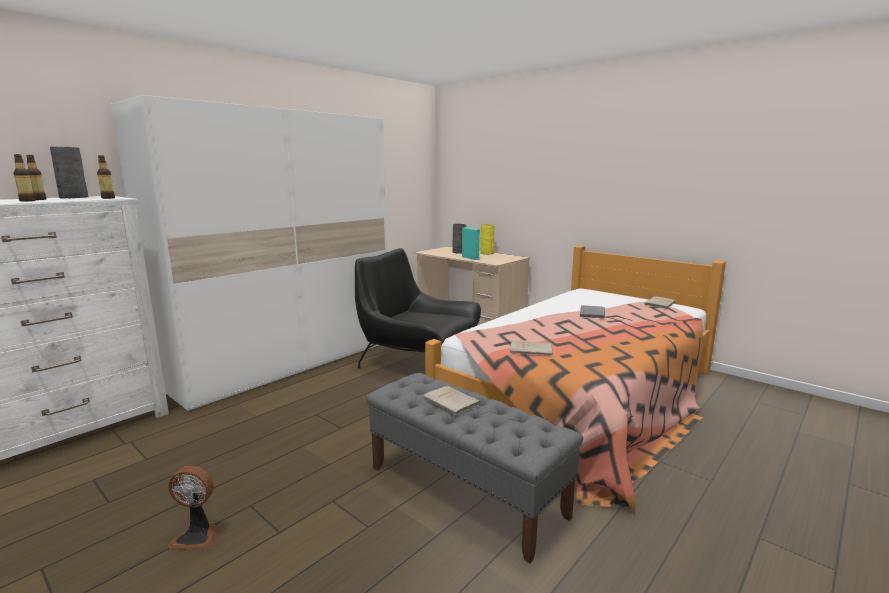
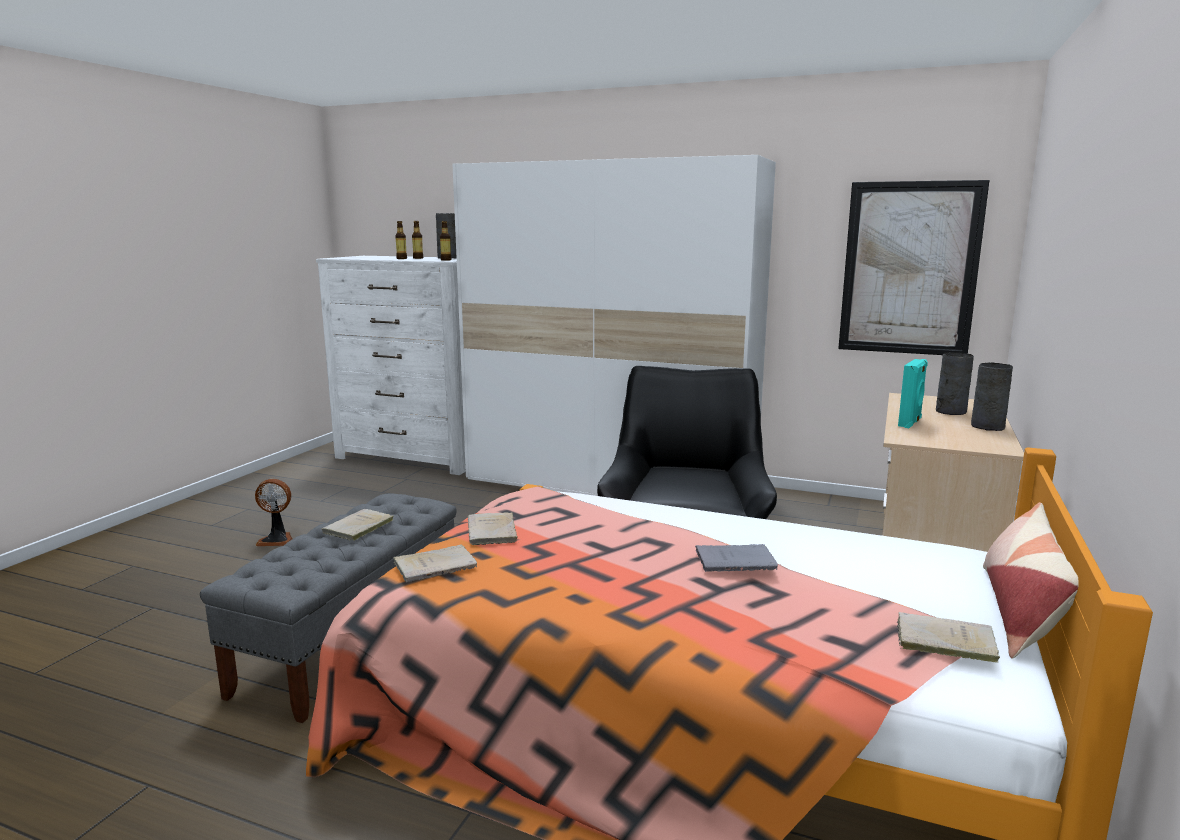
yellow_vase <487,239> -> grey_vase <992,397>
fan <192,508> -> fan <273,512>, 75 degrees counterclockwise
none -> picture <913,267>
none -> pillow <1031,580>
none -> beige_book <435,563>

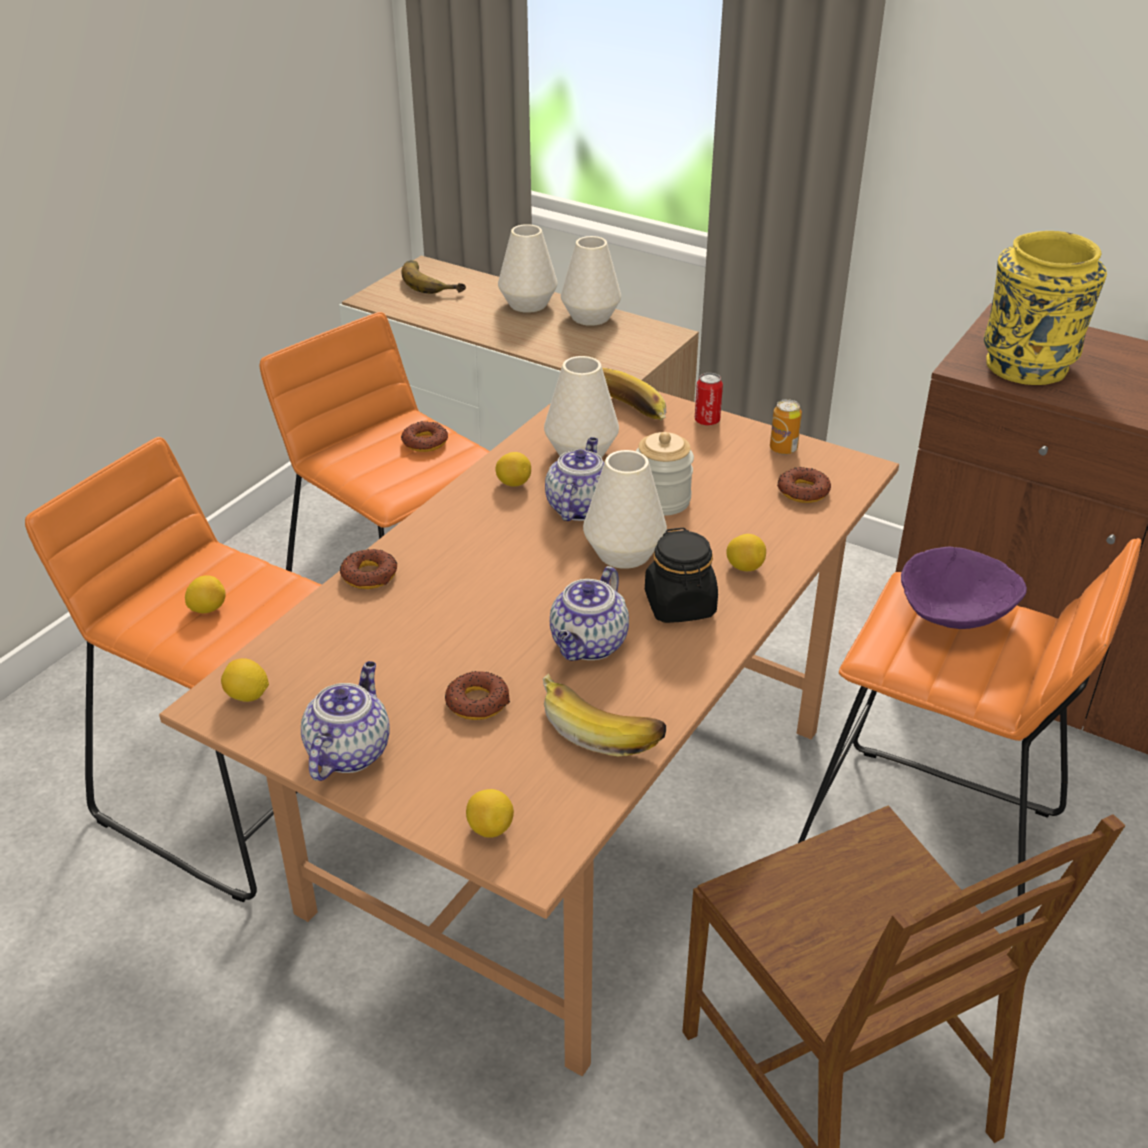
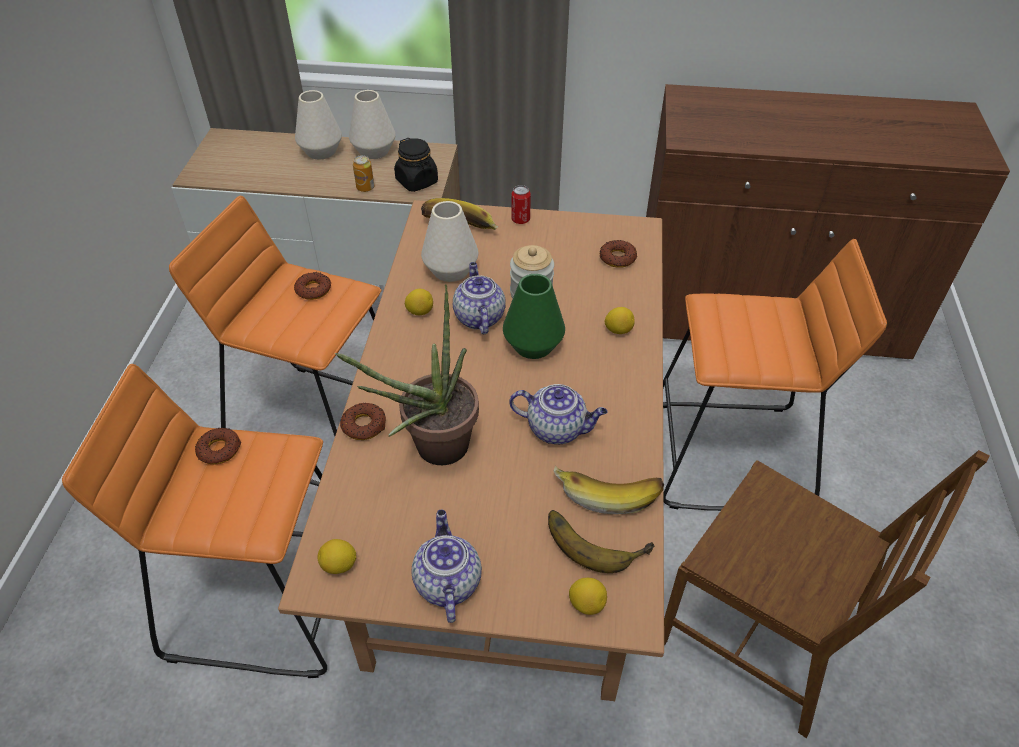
yellow_vase <1045,308> -> none
banana <434,277> -> banana <601,541>, shifted
can <786,427> -> can <363,173>, shifted
white_vase <625,509> -> green_vase <534,316>
black_jar <681,575> -> black_jar <416,165>, shifted
purple_bowl <964,588> -> none
teapot <589,613> -> teapot <558,414>, 75 degrees counterclockwise
lemon <205,594> -> none
donut <477,695> -> donut <218,446>, shifted
none -> potted_plant <407,374>

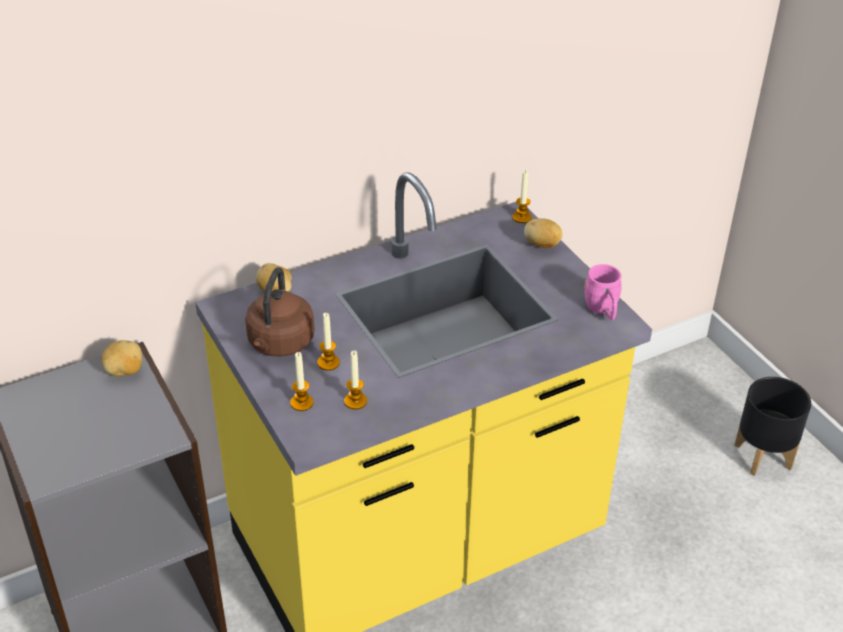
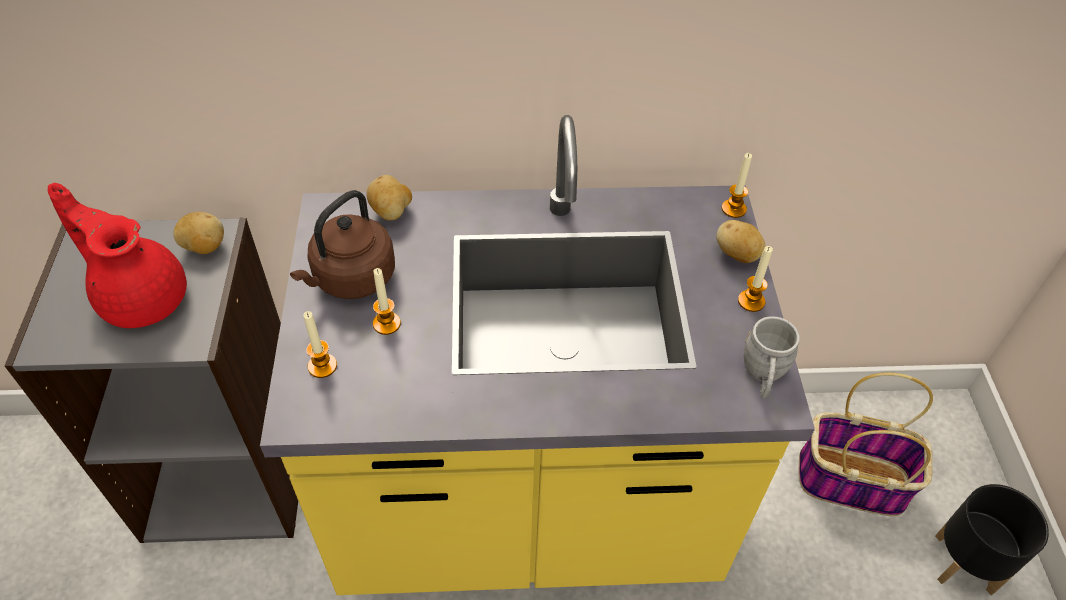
pink_mug <603,292> -> grey_mug <772,357>
candle <355,379> -> candle <755,279>, shifted
none -> red_teapot <117,255>
none -> basket <866,444>

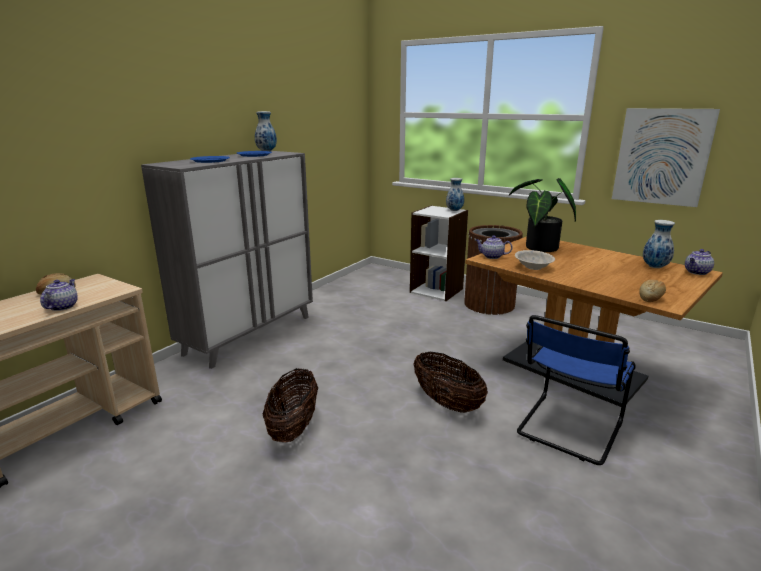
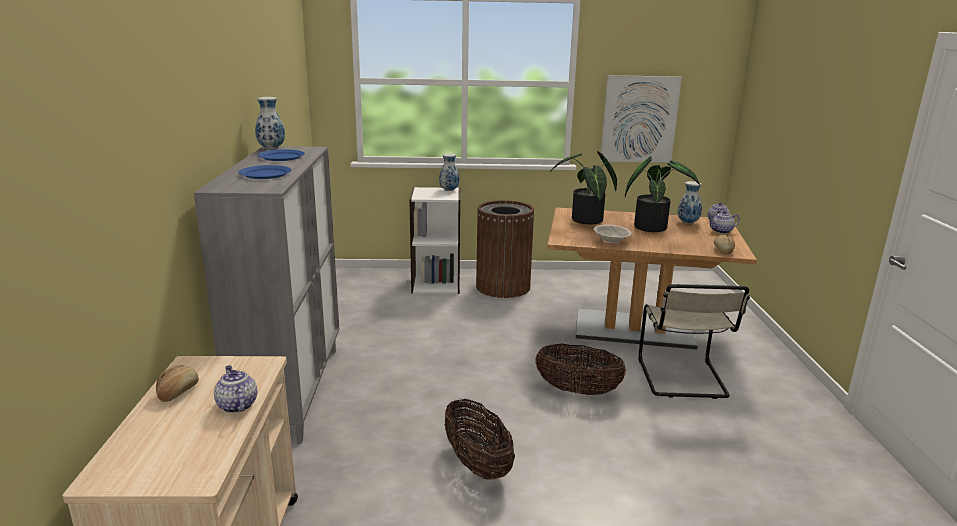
teapot <494,247> -> teapot <724,222>, shifted
blue_chair <576,390> -> beige_chair <694,341>
none -> potted_plant <662,194>

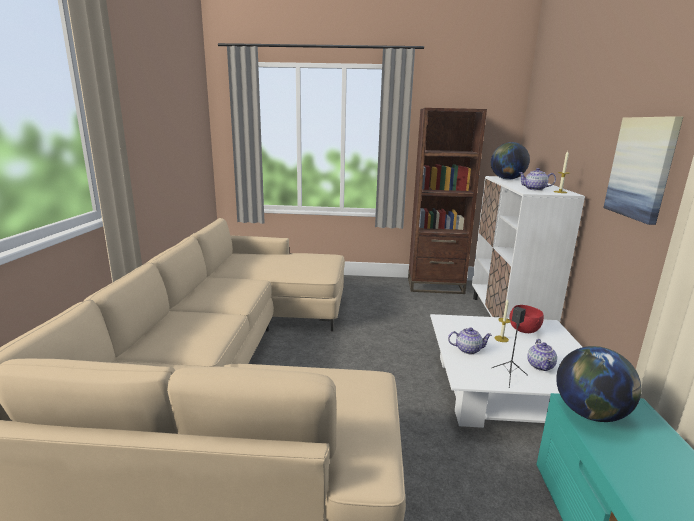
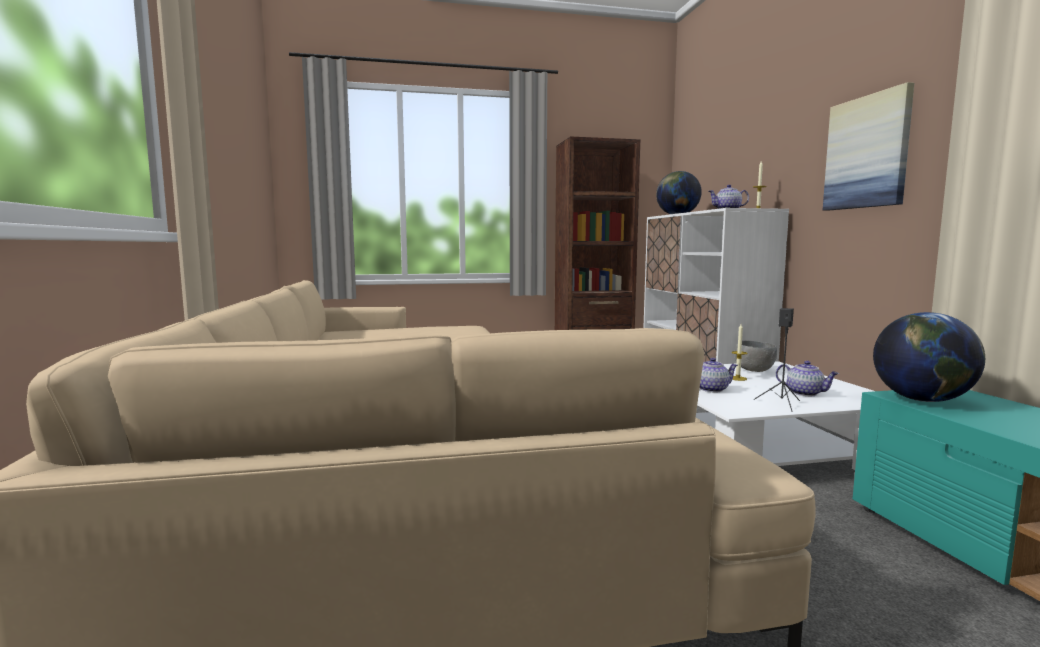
red_bowl <526,319> -> grey_bowl <755,356>
teapot <542,355> -> teapot <807,378>, 45 degrees counterclockwise

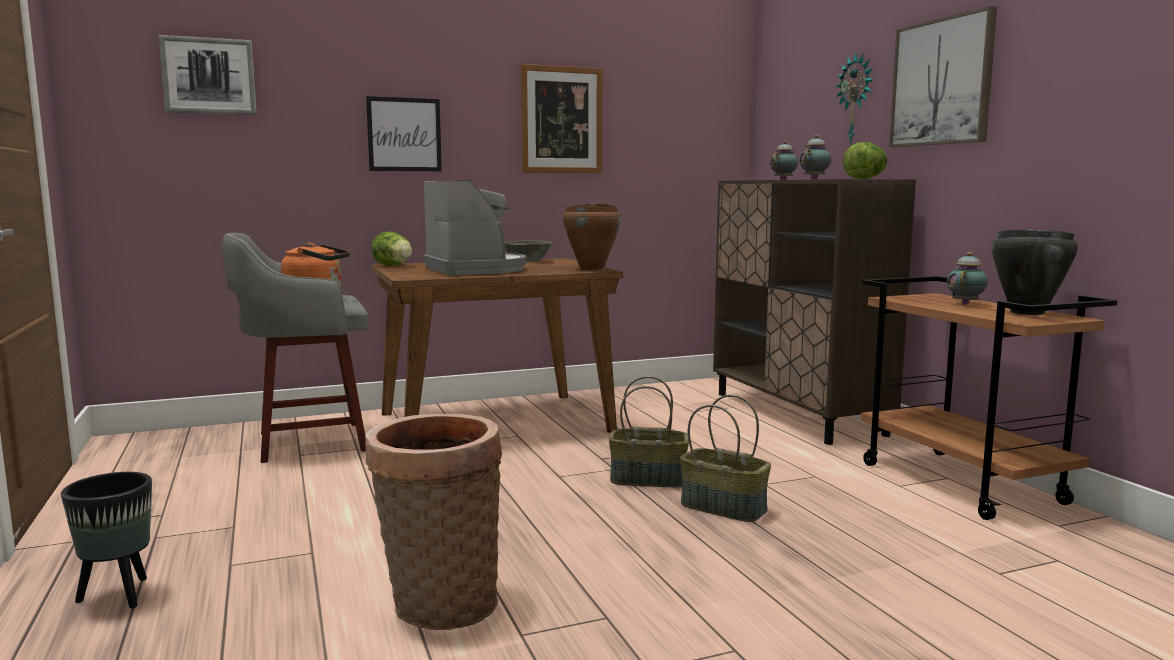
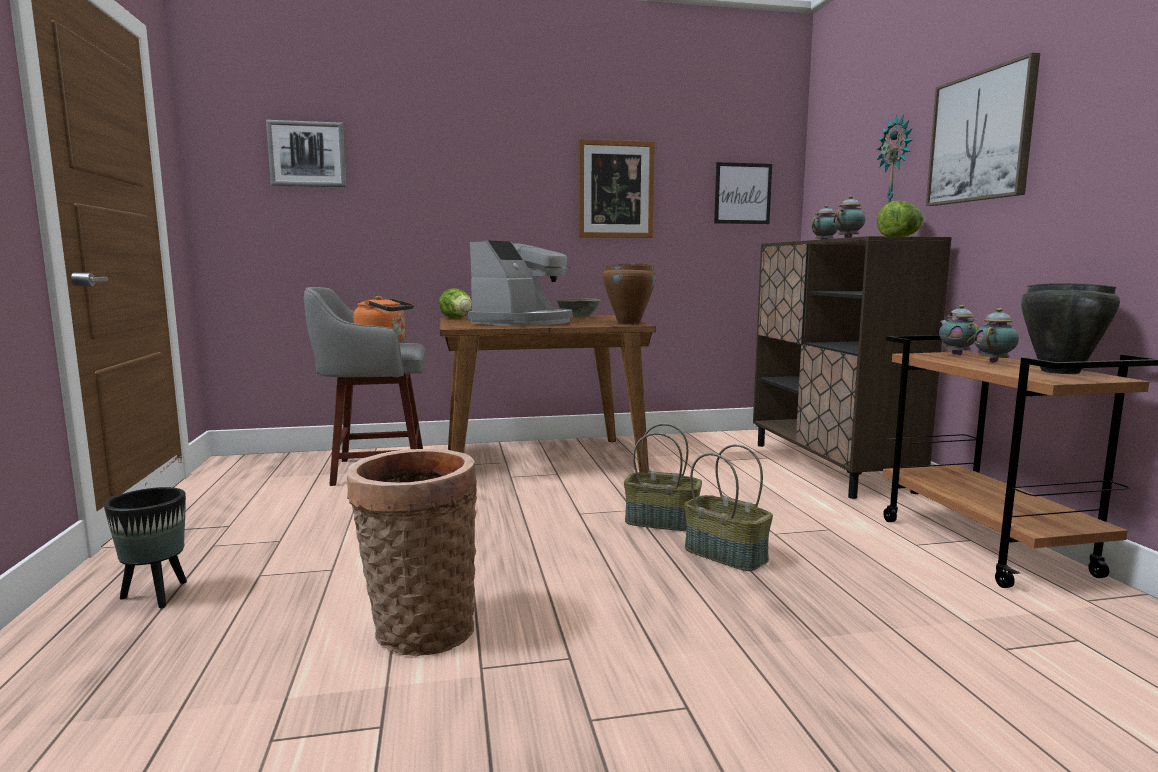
picture <404,133> -> picture <743,193>, shifted
coffee_machine <474,227> -> coffee_machine <520,283>, 45 degrees clockwise
none -> teapot <959,330>

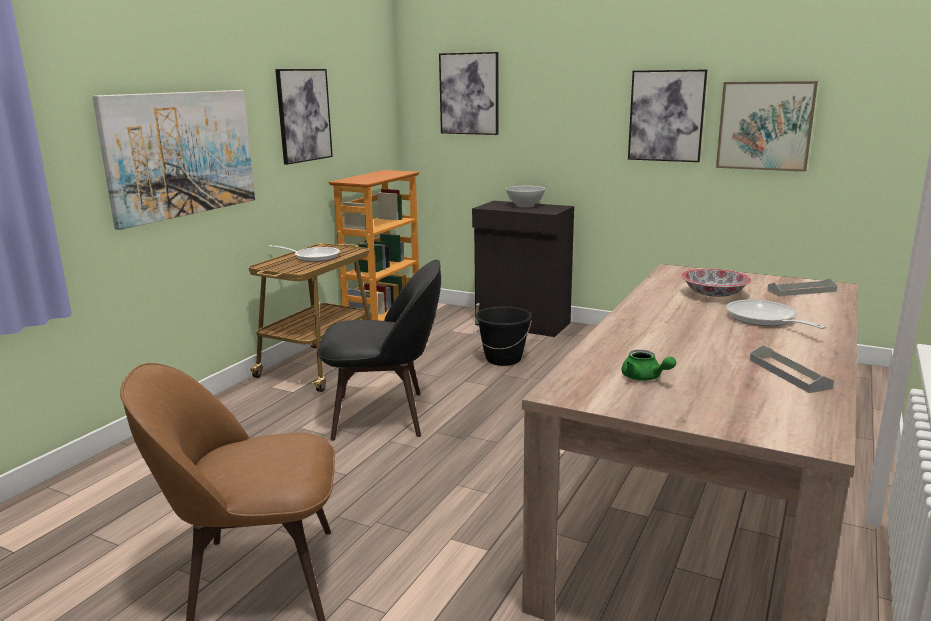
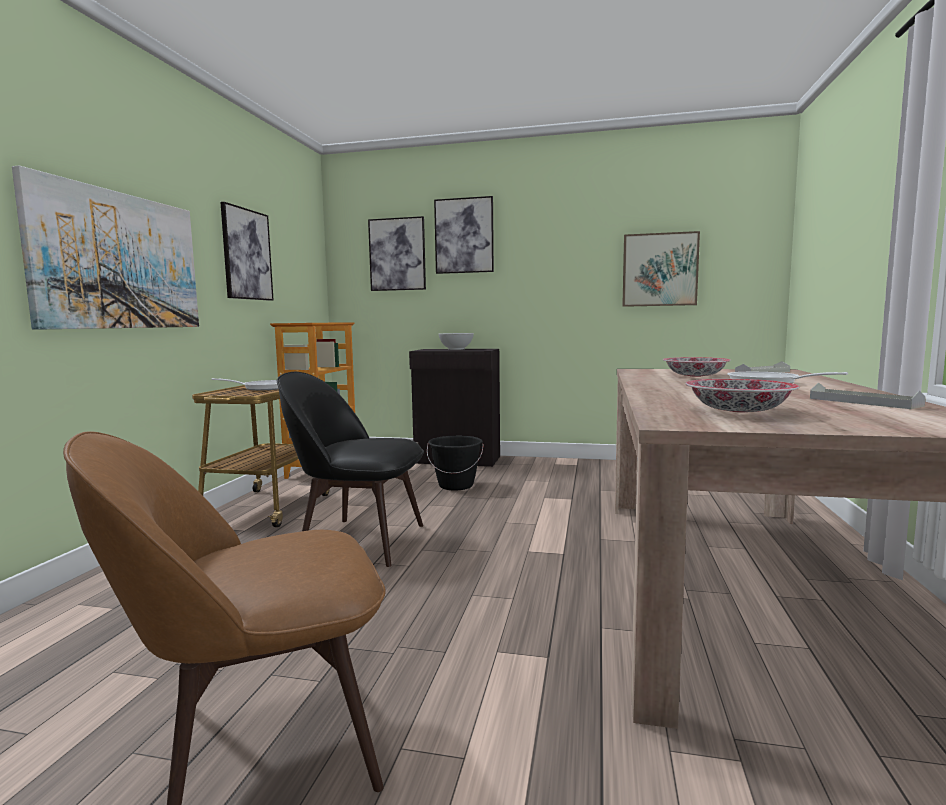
picture <668,115> -> picture <464,235>, shifted
black_chair <379,350> -> black_chair <350,469>, 150 degrees counterclockwise
green_teapot <648,365> -> bowl <742,396>

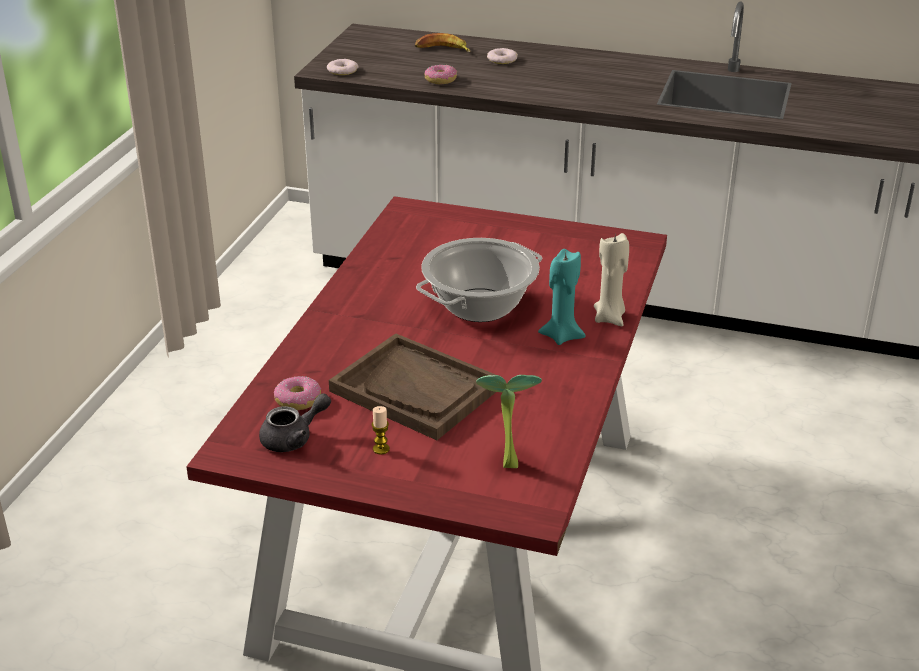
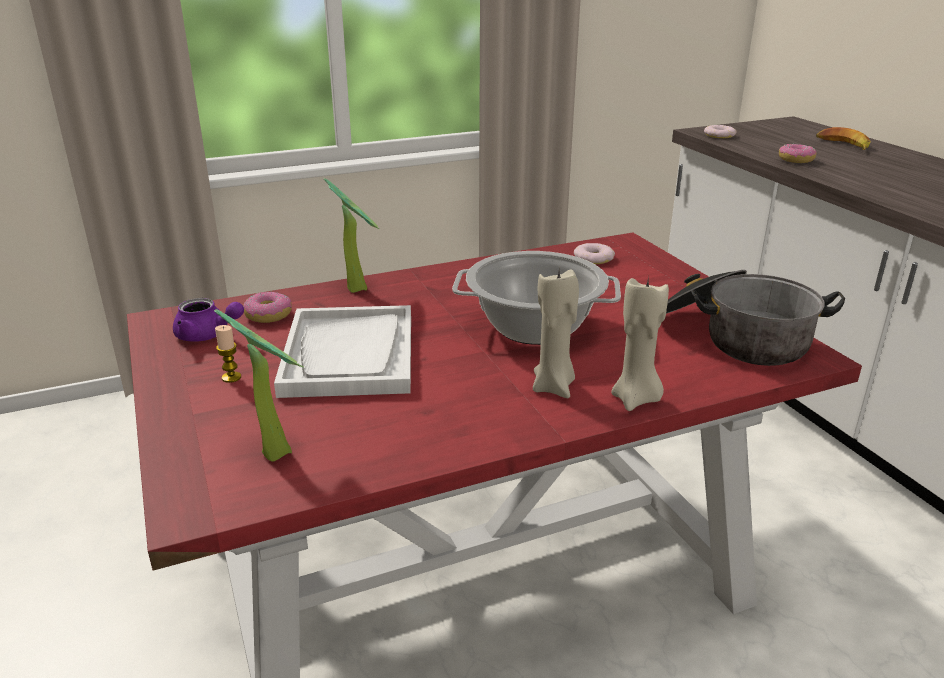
donut <502,56> -> donut <594,253>, shifted
turquoise_candle <562,297> -> beige_candle <556,333>
brown_tray <412,386> -> white_tray <342,351>
grey_teapot <295,422> -> purple_teapot <208,320>
none -> potted_plant <351,235>
none -> cooking_pot <755,318>

